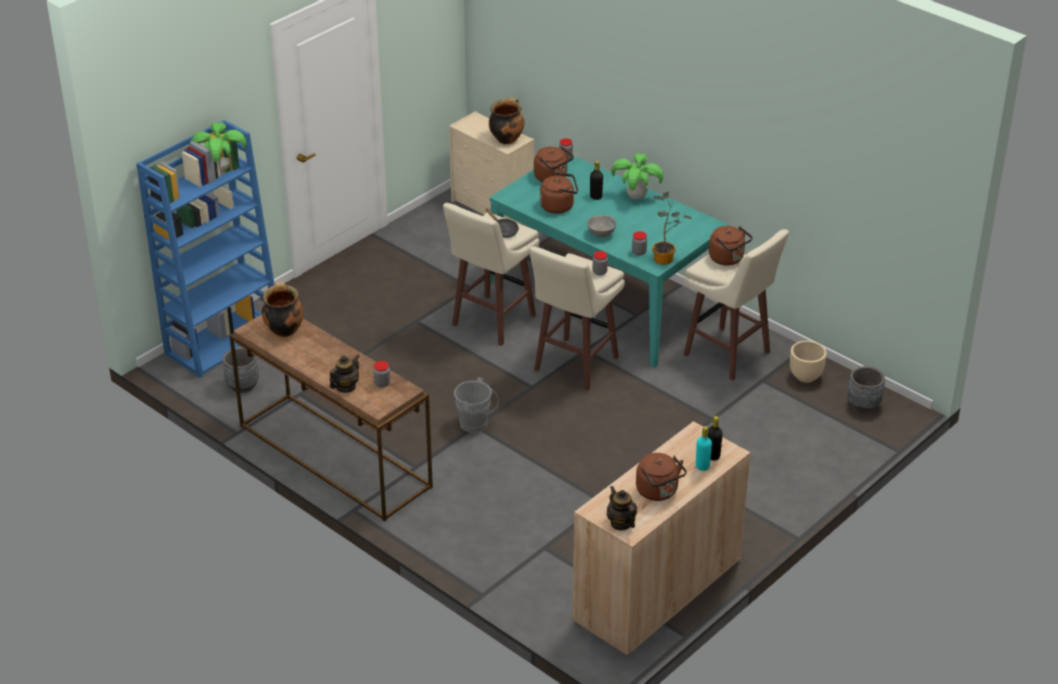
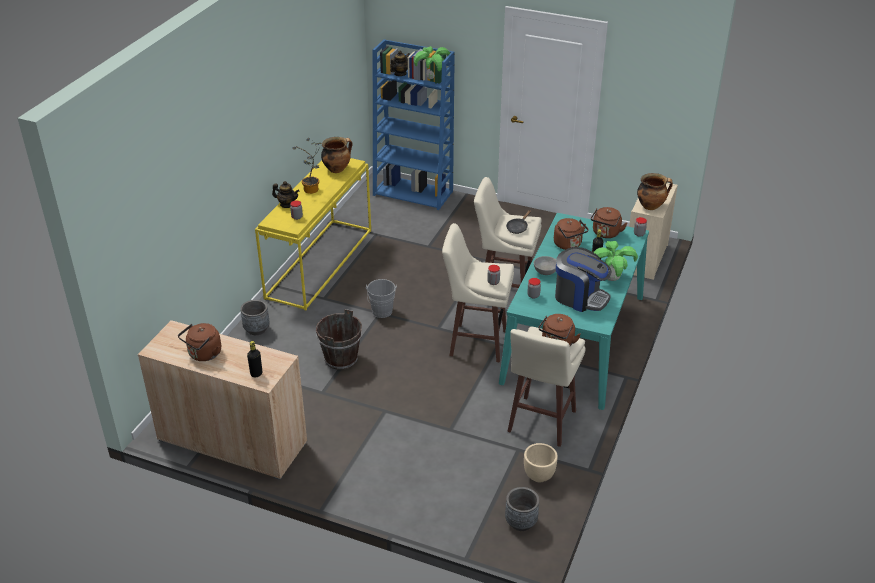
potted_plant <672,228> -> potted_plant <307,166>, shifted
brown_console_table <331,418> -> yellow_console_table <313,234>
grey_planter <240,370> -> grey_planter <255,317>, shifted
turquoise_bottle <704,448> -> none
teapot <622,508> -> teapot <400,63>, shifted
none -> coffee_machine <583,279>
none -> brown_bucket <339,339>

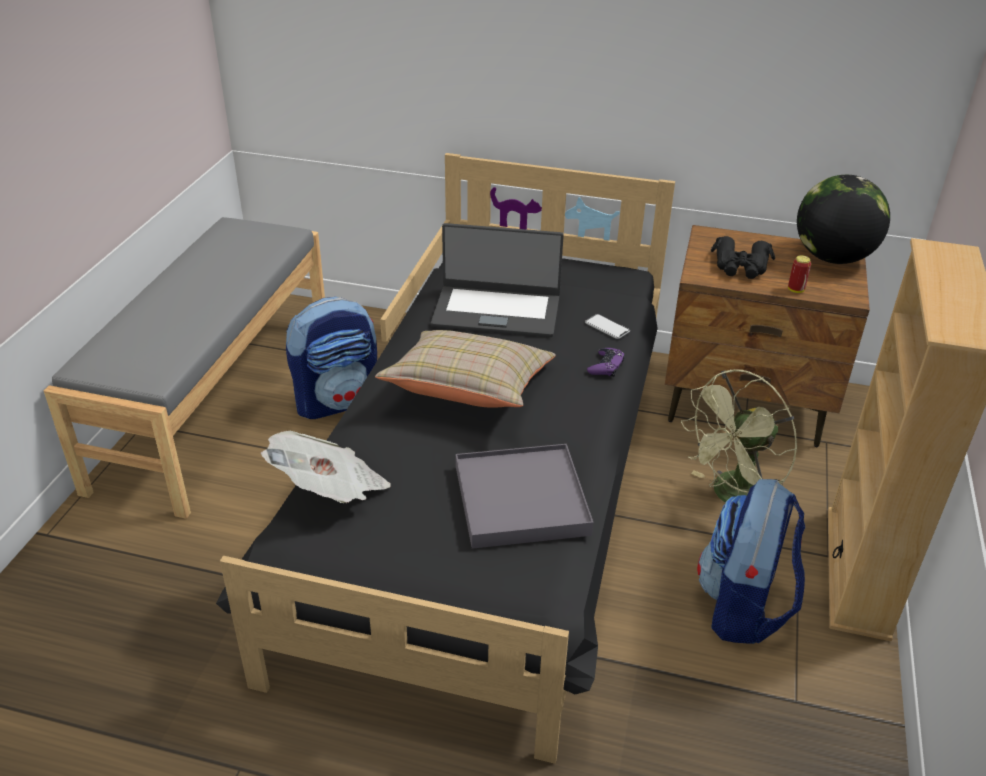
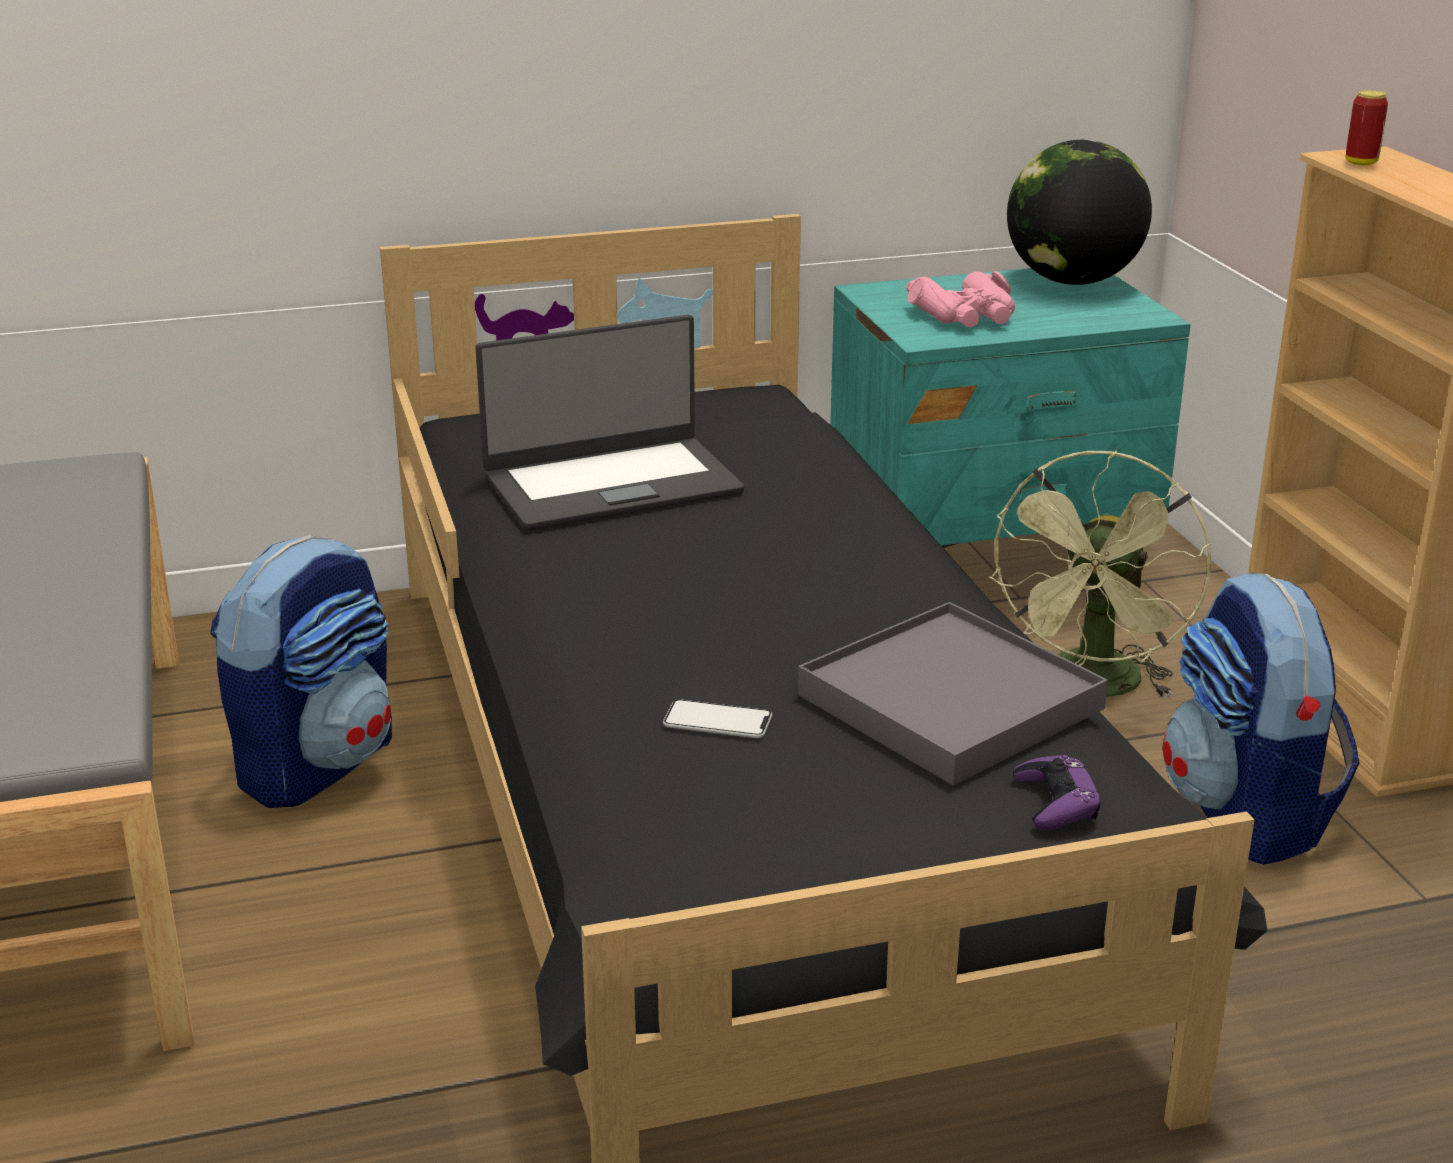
brown_nightstand <767,336> -> turquoise_nightstand <1010,428>
black_binoculars <743,257> -> pink_binoculars <960,299>
can <799,274> -> can <1367,127>, shifted
phone <607,326> -> phone <718,718>, shifted
beige_pillow <465,369> -> none
purple_game_controller <606,362> -> purple_game_controller <1057,792>, shifted
newspaper <326,467> -> none

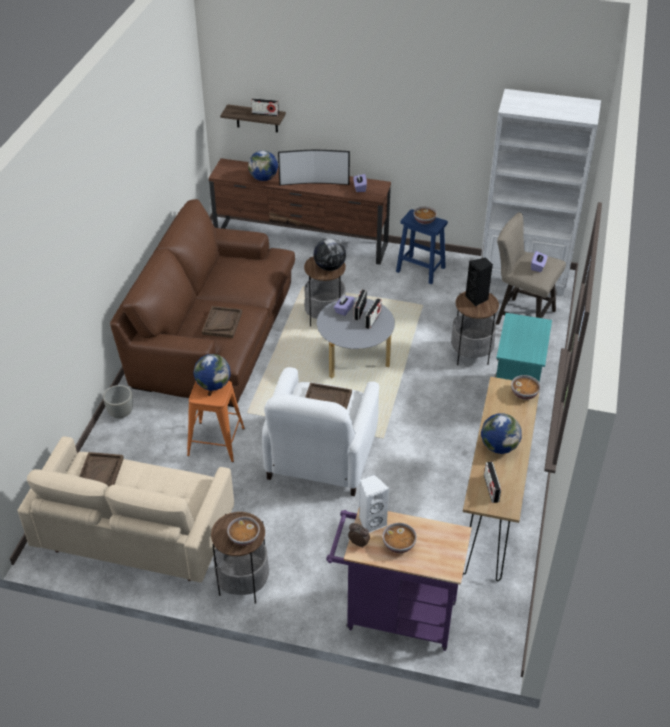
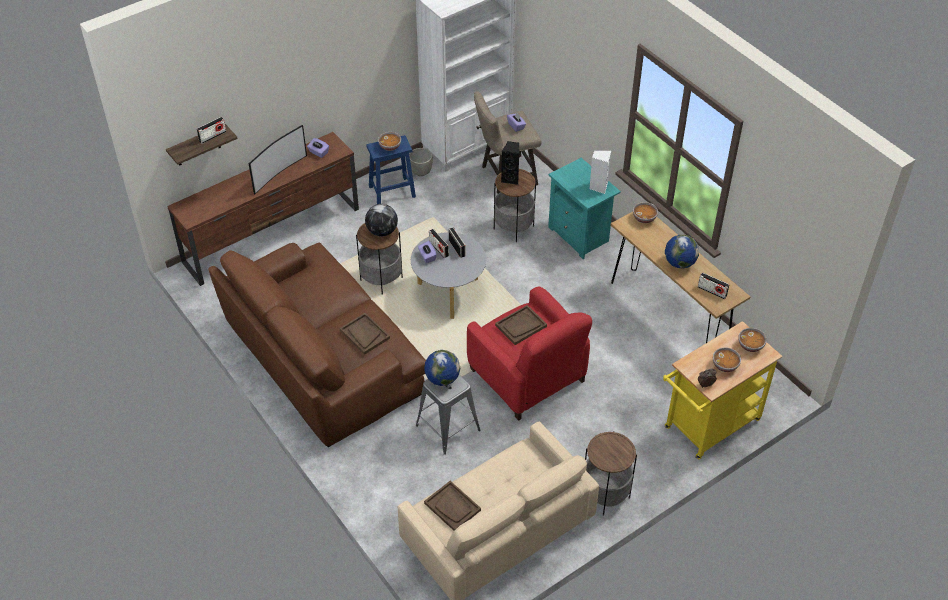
globe <263,166> -> none
white_armchair <320,431> -> red_armchair <529,354>
orange_stool <216,421> -> grey_stool <448,415>
grey_planter <118,401> -> grey_planter <421,162>, shifted
white_speaker <374,503> -> white_speaker <600,172>, shifted
purple_cart <399,580> -> yellow_cart <722,390>
bowl <243,531> -> bowl <752,340>, shifted

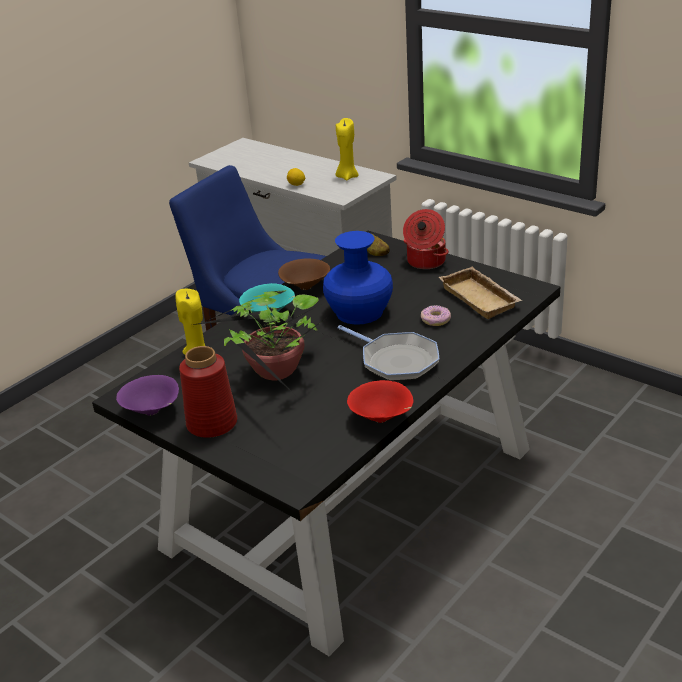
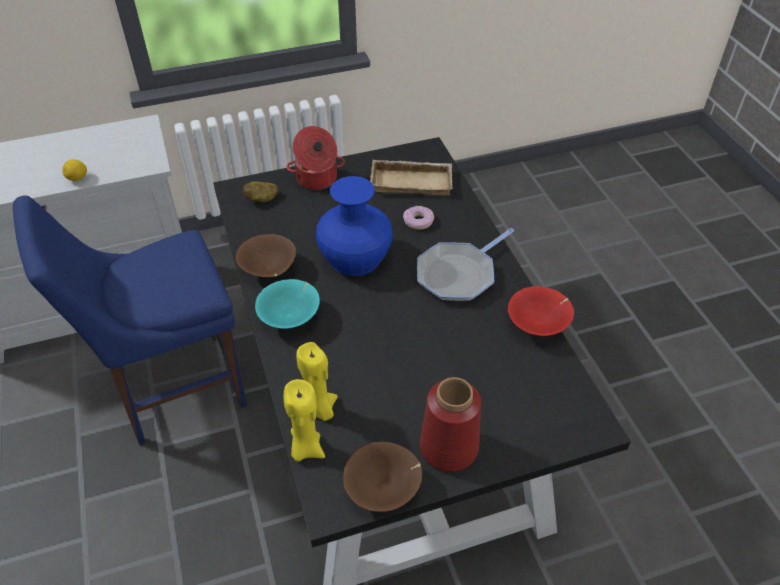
yellow_candle <347,149> -> yellow_candle <304,420>, shifted
potted_plant <259,342> -> none
frying_pan <389,353> -> frying_pan <465,264>, 150 degrees clockwise
purple_bowl <147,395> -> brown_bowl <382,477>

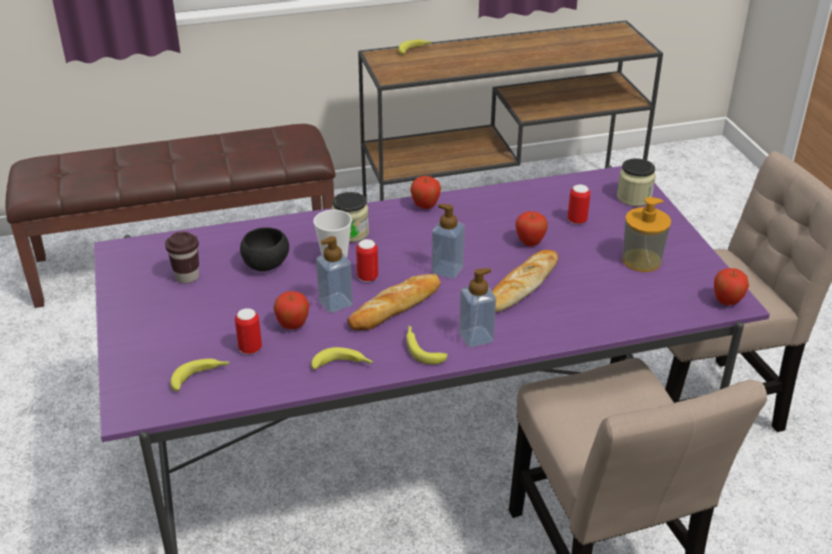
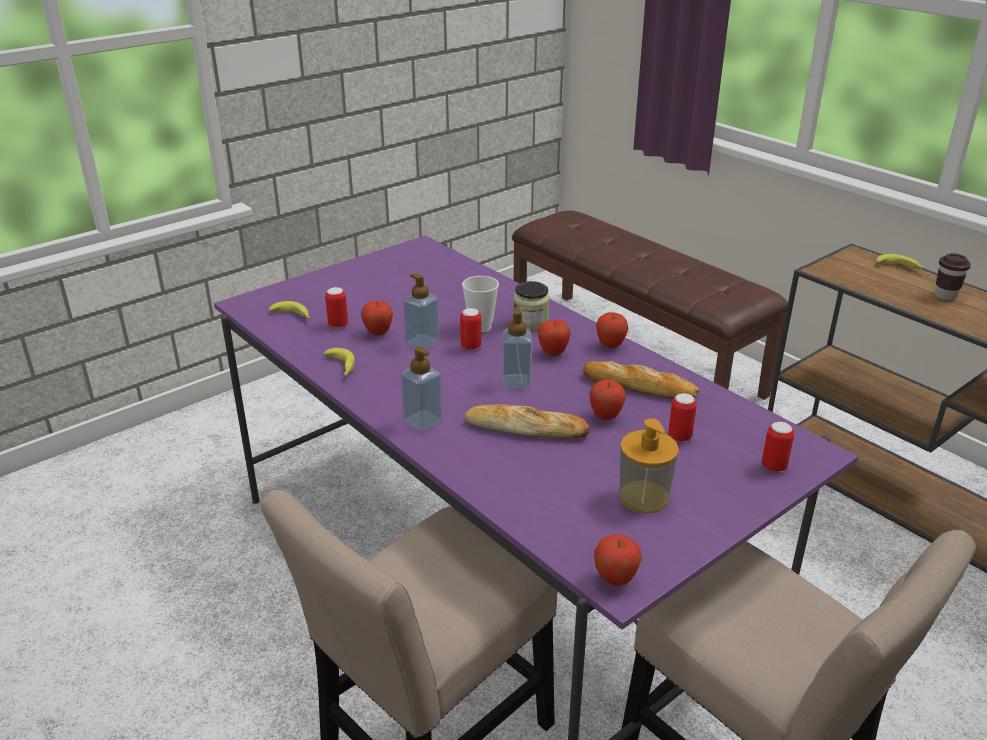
jar <636,182> -> can <778,447>
black_bowl <264,249> -> none
brown_cup <182,257> -> brown_cup <953,276>, shifted
bread <394,302> -> bread <641,380>, shifted
banana <427,344> -> none
none -> apple <554,338>

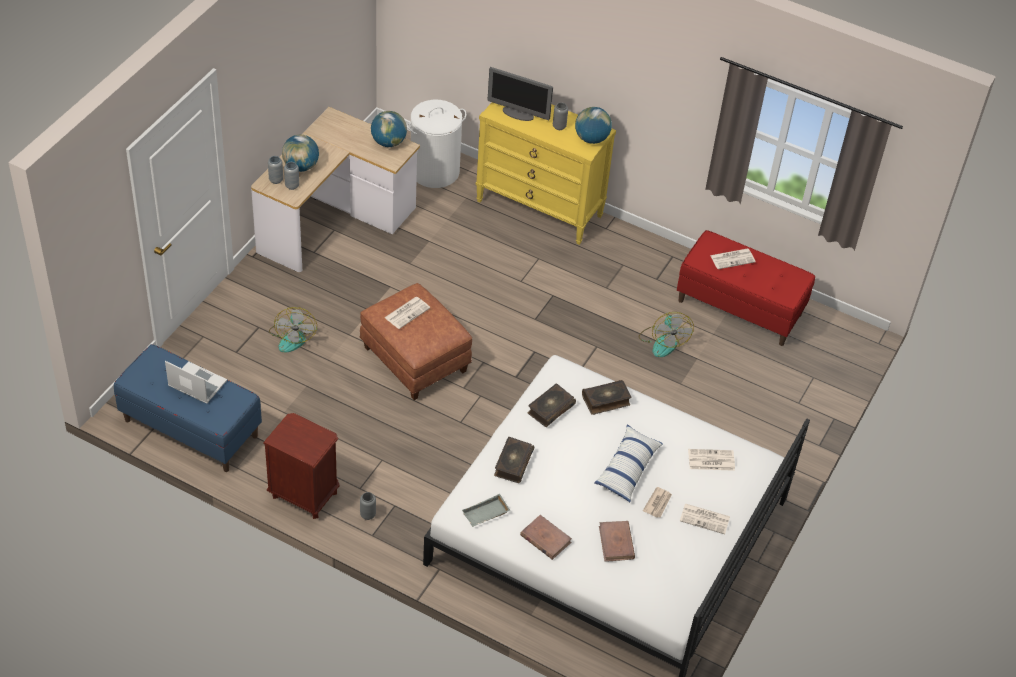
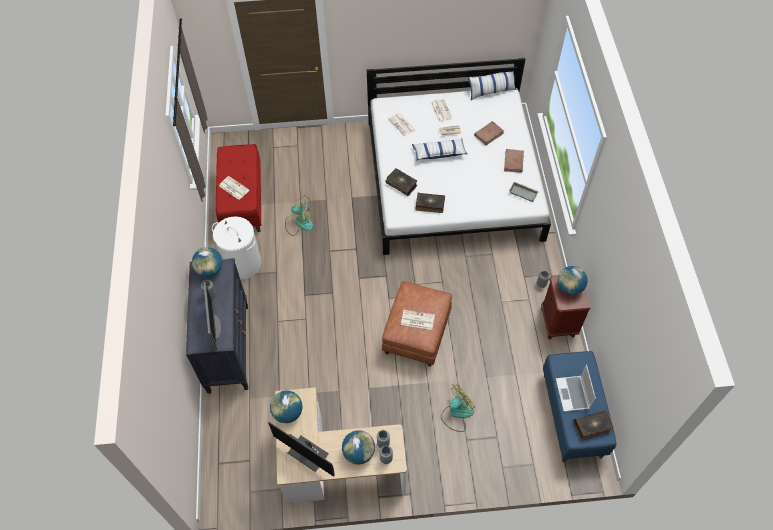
white_laundry_basket <436,144> -> white_laundry_basket <236,248>, shifted
yellow_dresser <546,173> -> black_dresser <217,326>
fan <666,334> -> fan <299,215>, 45 degrees clockwise
book <514,460> -> book <594,425>, shifted
none -> pillow <492,85>
none -> globe <573,280>
none -> monitor <301,449>

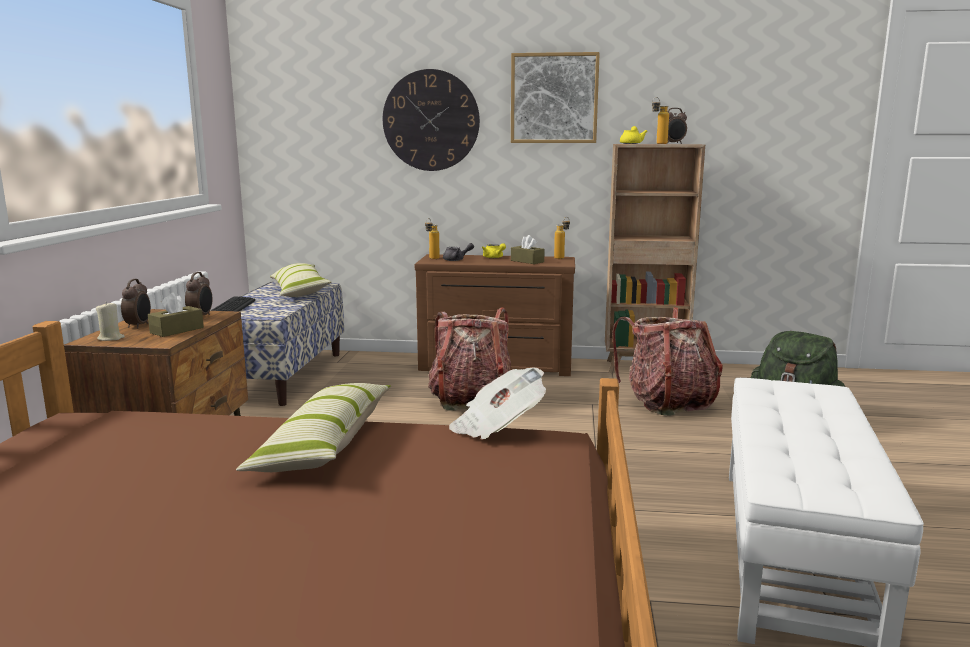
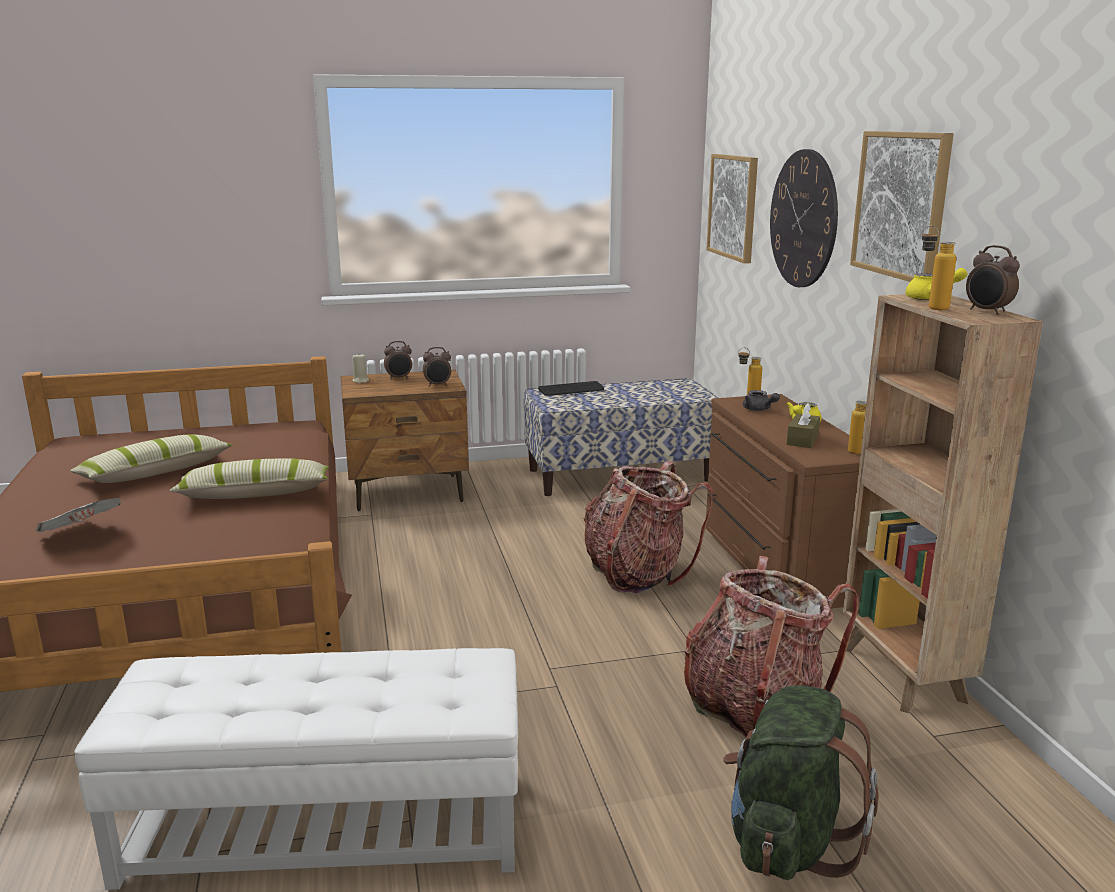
pillow <300,280> -> pillow <151,459>, shifted
brown_tissue_box <176,315> -> none
newspaper <497,403> -> newspaper <78,515>, shifted
none -> picture <732,209>

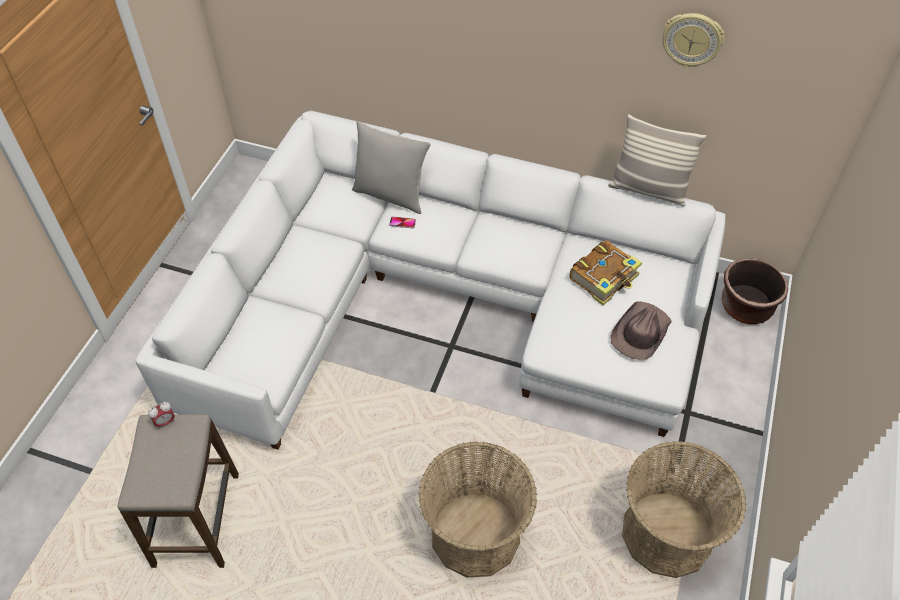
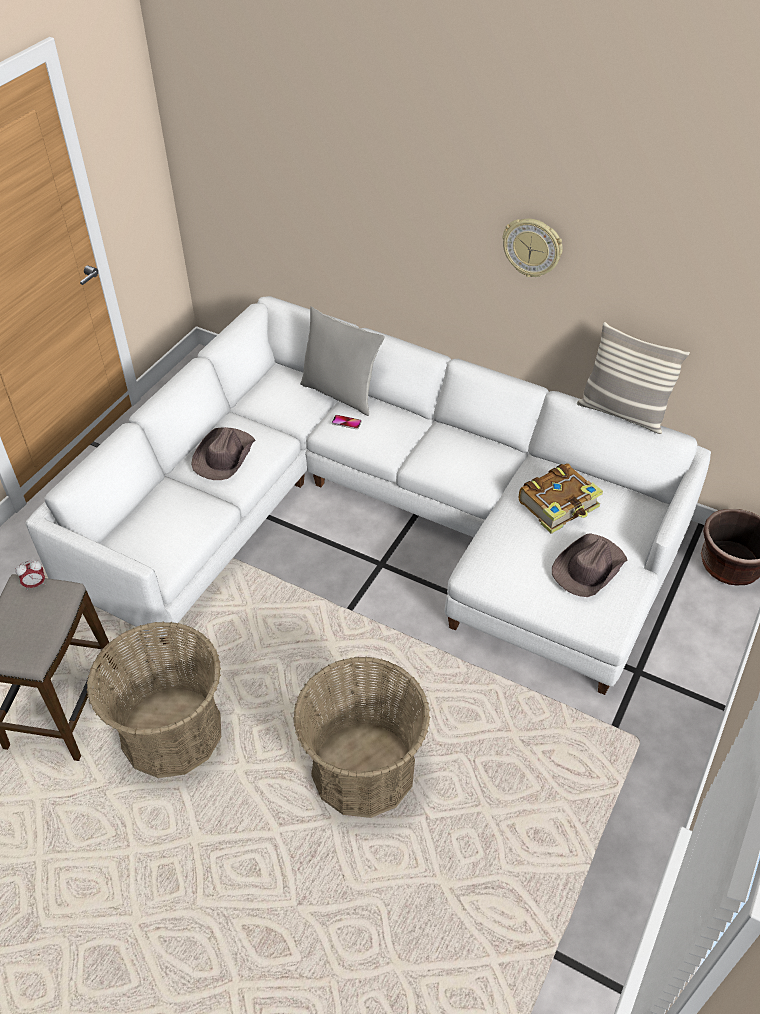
wall_clock <693,40> -> wall_clock <533,248>, shifted
basket <684,509> -> basket <154,699>, shifted
none -> brown_hat <223,453>

